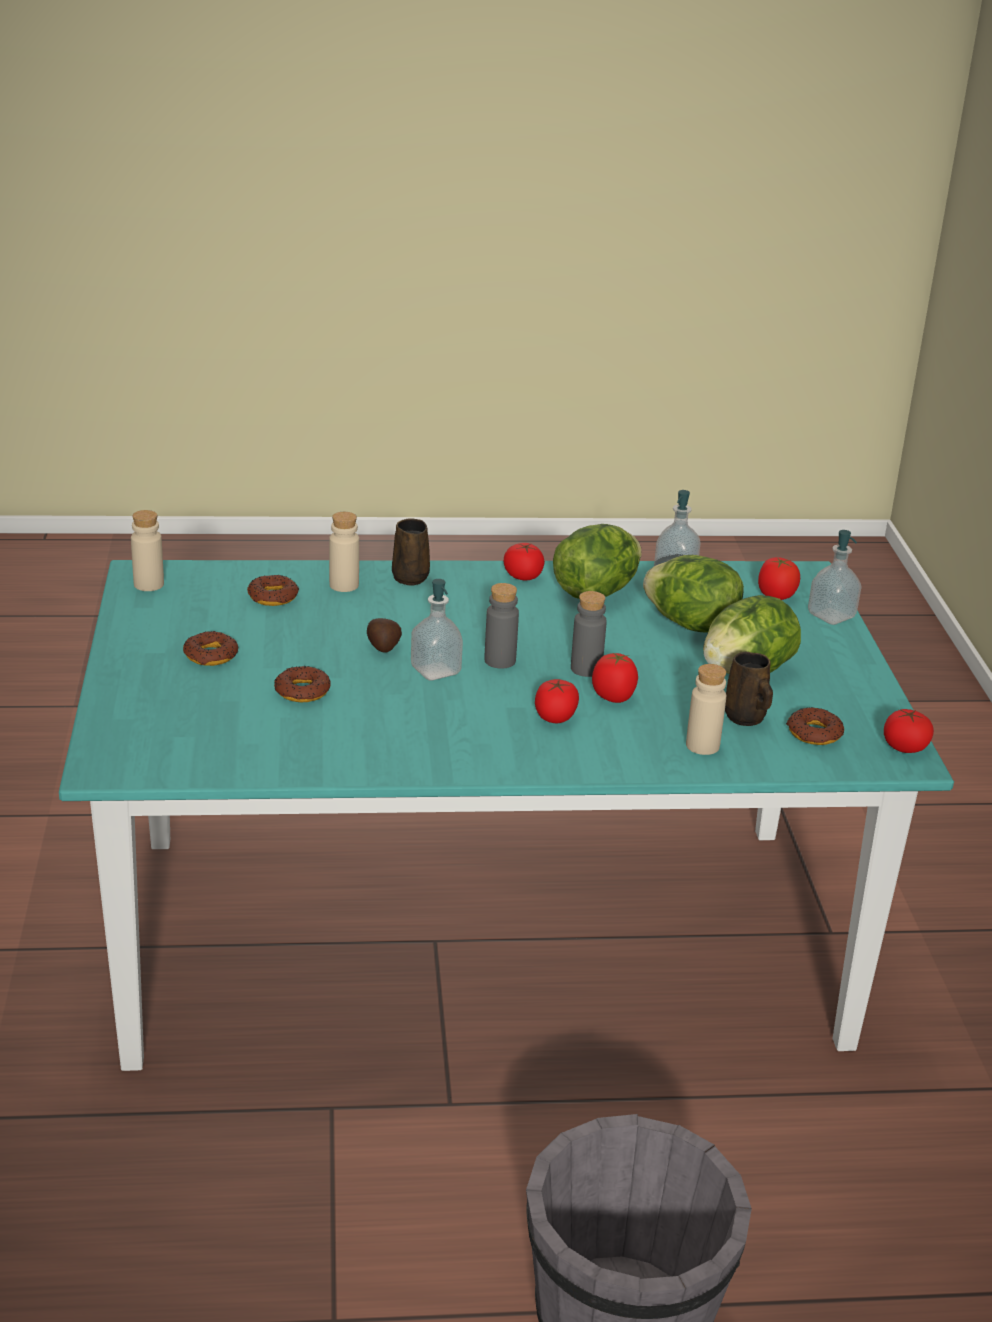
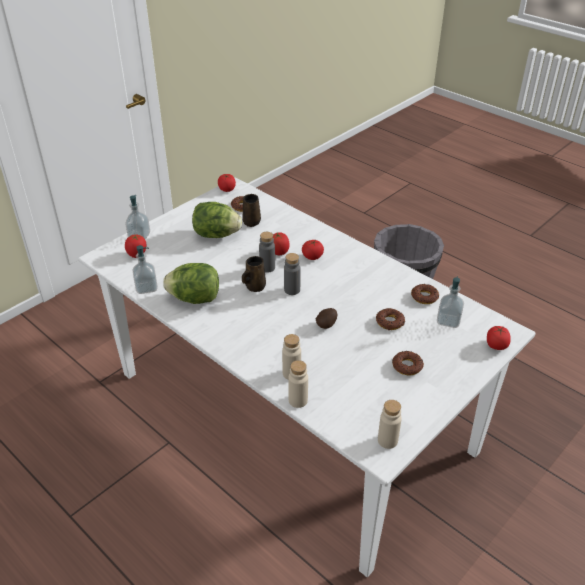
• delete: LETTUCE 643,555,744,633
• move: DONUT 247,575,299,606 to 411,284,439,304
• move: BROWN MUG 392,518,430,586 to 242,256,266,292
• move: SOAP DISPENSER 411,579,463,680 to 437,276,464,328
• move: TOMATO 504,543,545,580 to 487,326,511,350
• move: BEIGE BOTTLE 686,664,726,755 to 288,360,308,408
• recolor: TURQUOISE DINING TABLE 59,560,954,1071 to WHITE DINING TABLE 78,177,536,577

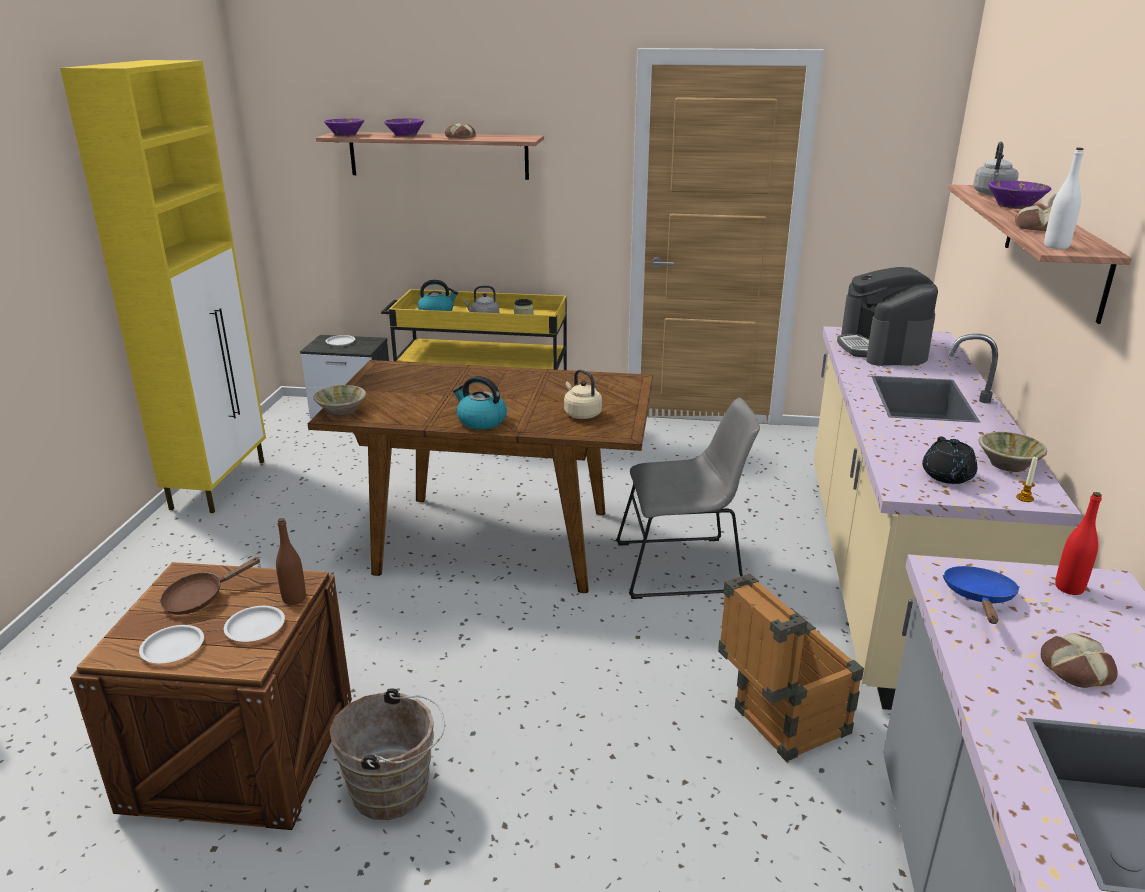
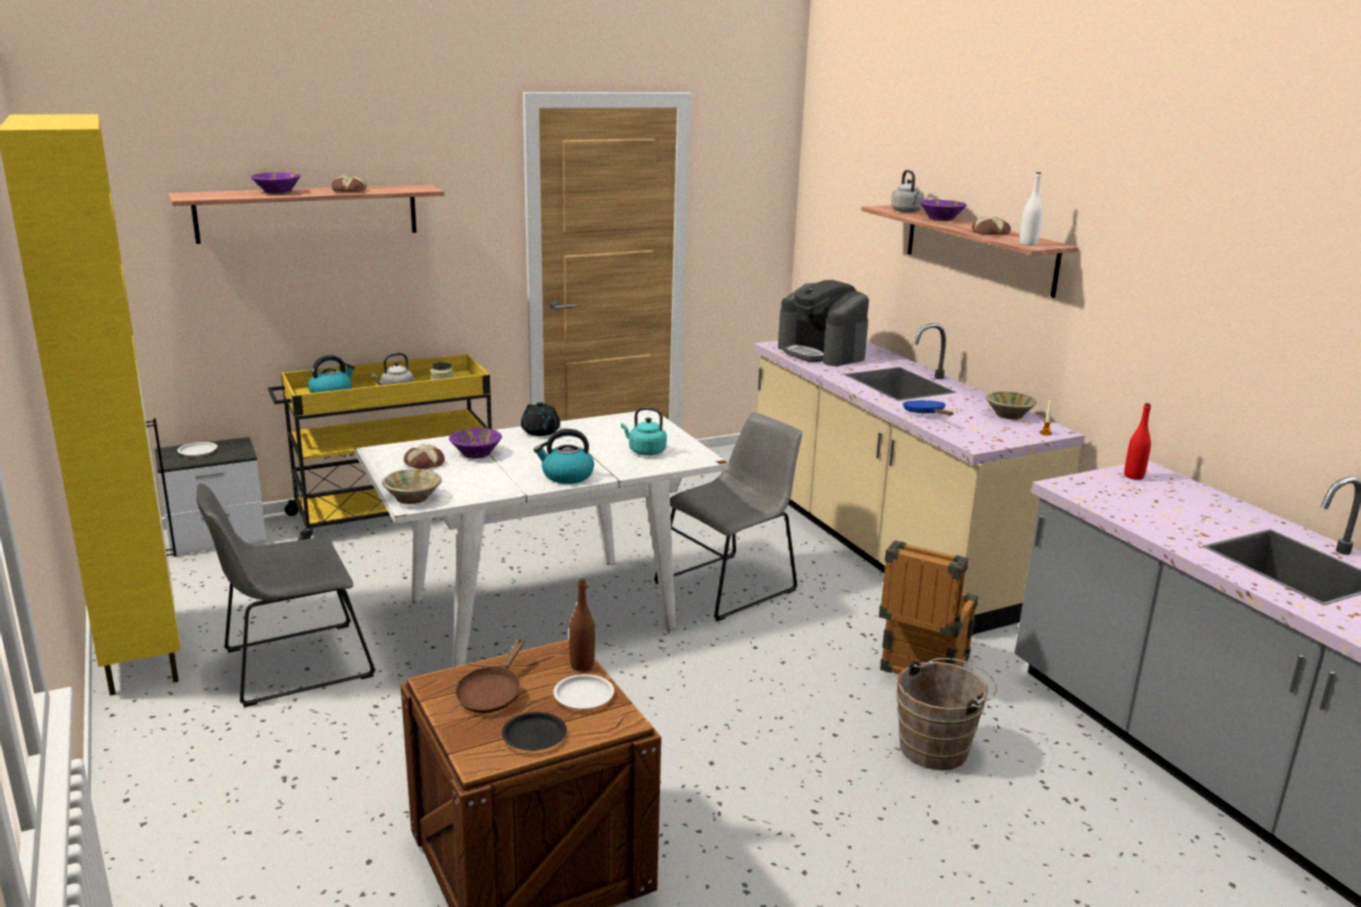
• insert: GREY CHAIR 197,483,376,707
• move: PURPLE BOWL 324,118,364,136 to 449,428,502,459
• move: BROWN BUCKET 329,688,445,820 to 896,658,997,770
• move: BLACK TEAPOT 922,436,977,484 to 521,402,560,436
• move: BLUE FRYING PAN 943,566,1020,624 to 903,400,953,415
• move: BREAD 1041,633,1118,688 to 404,444,445,469
• recolor: WHITE PLATE 139,625,204,663 to BLACK PLATE 502,712,567,751
• recolor: BROWN DINING TABLE 308,360,653,593 to WHITE DINING TABLE 355,410,730,667
• recolor: BEIGE KETTLE 564,369,602,419 to TURQUOISE KETTLE 621,407,667,455

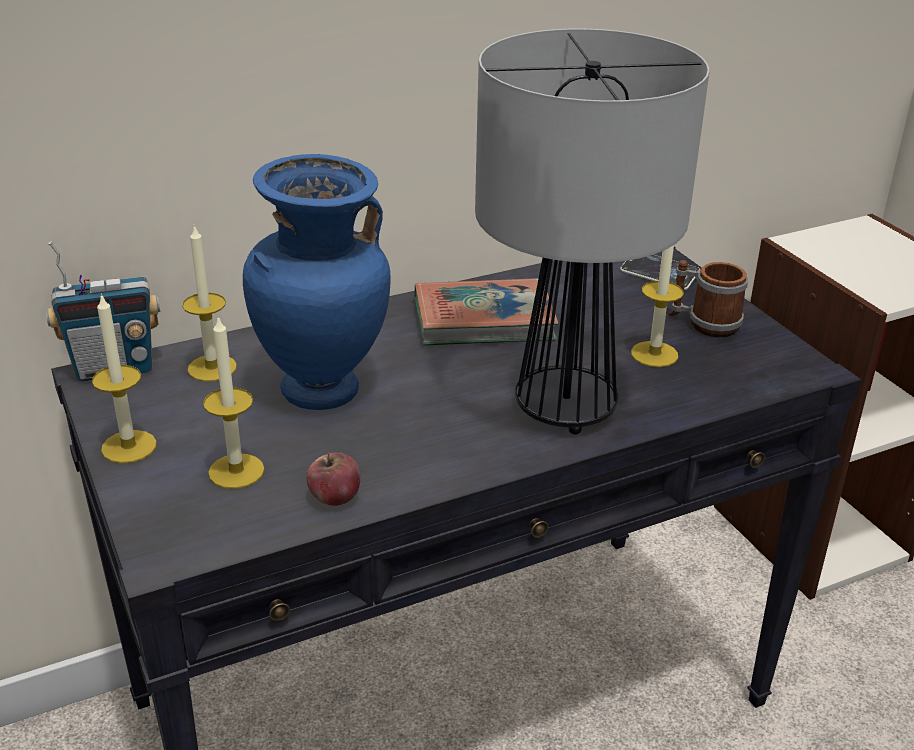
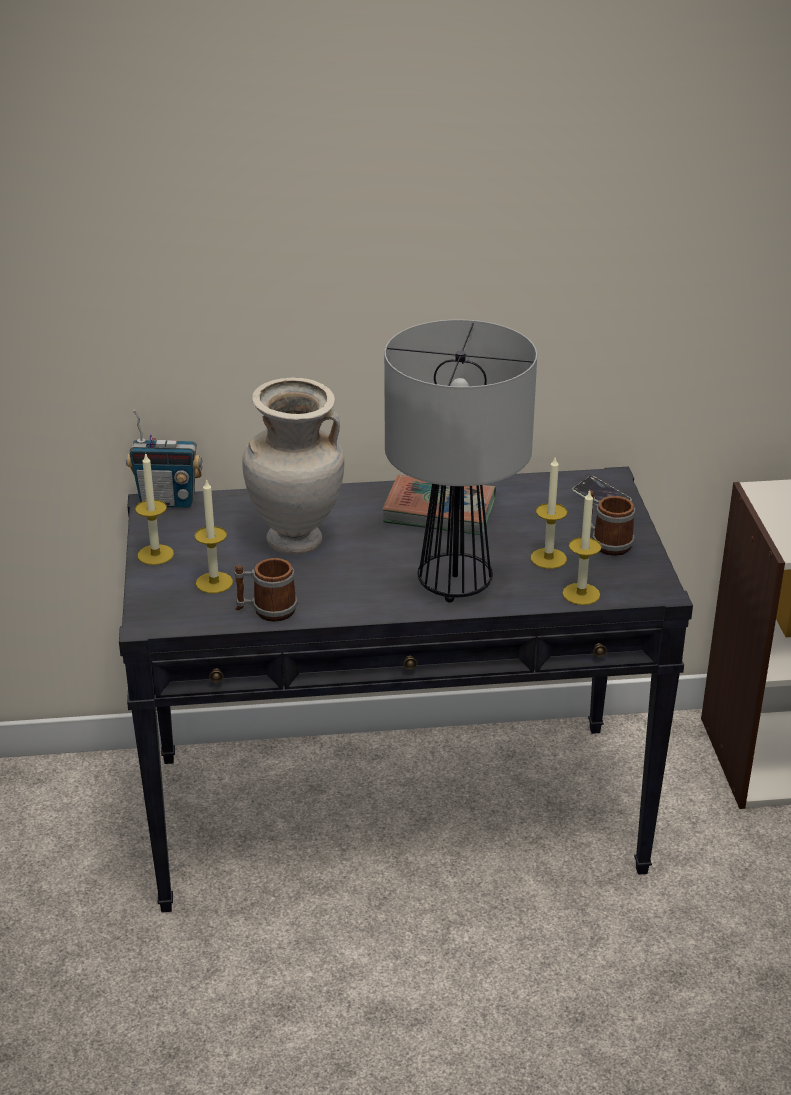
• move: CANDLE 182,225,237,382 to 562,489,602,605
• replace: APPLE 306,452,360,506 to MUG 234,558,297,622
• recolor: BLUE VASE 243,154,391,410 to BEIGE VASE 242,378,344,555

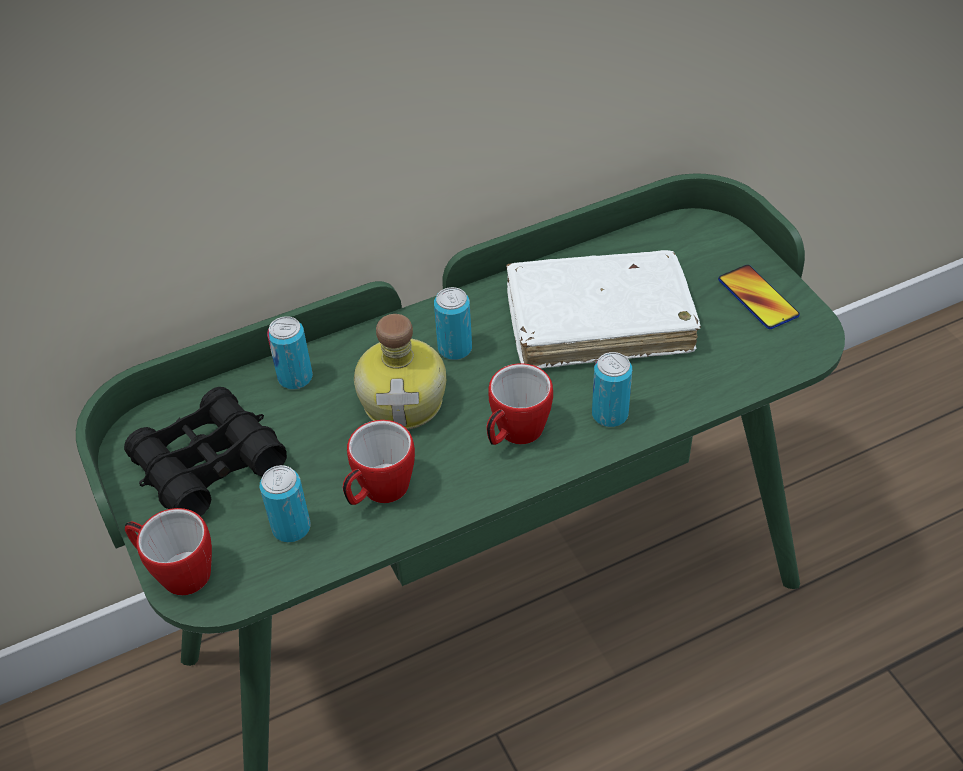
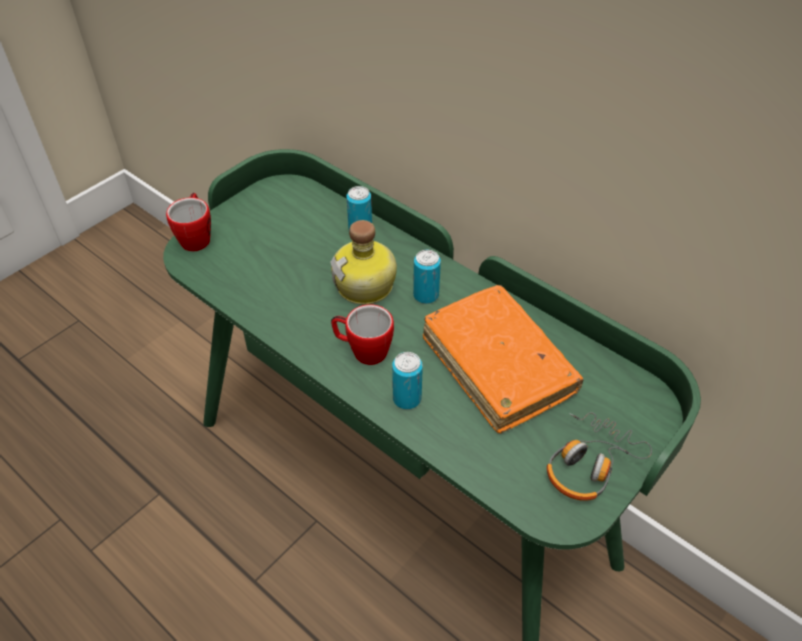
• delete: BLACK BINOCULARS 124,387,287,516
• delete: CAN 260,465,310,542
• delete: MUG 342,420,415,505
• replace: PHONE 718,265,800,329 to HEADPHONES 547,412,652,501
• recolor: WHITE BOOK 506,250,701,369 to ORANGE BOOK 423,285,584,433

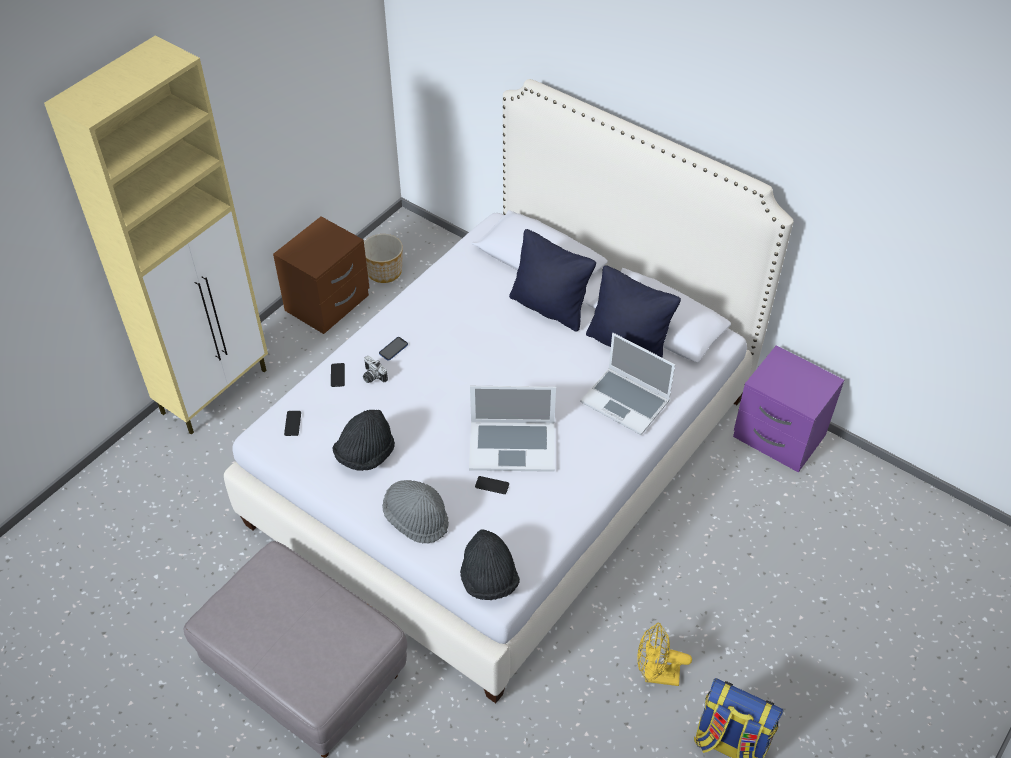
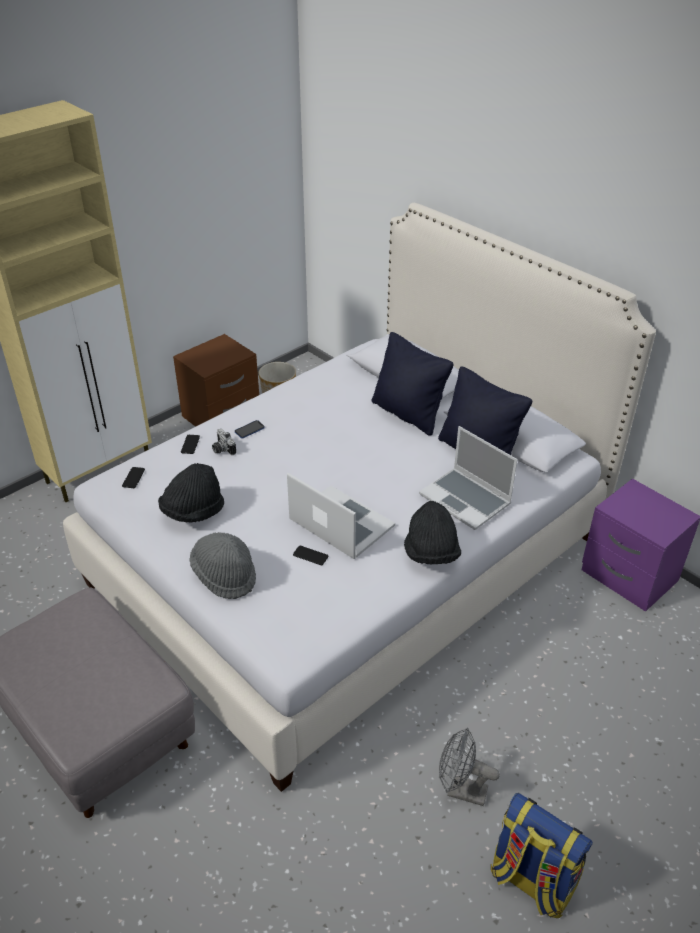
• move: BLACK HAT 460,529,520,600 to 404,501,461,564
• recolor: YELLOW FAN 637,623,692,686 to GREY FAN 439,728,500,806
• rotate: LAPTOP 469,386,556,472 = 287,473,395,559 150 degrees counterclockwise

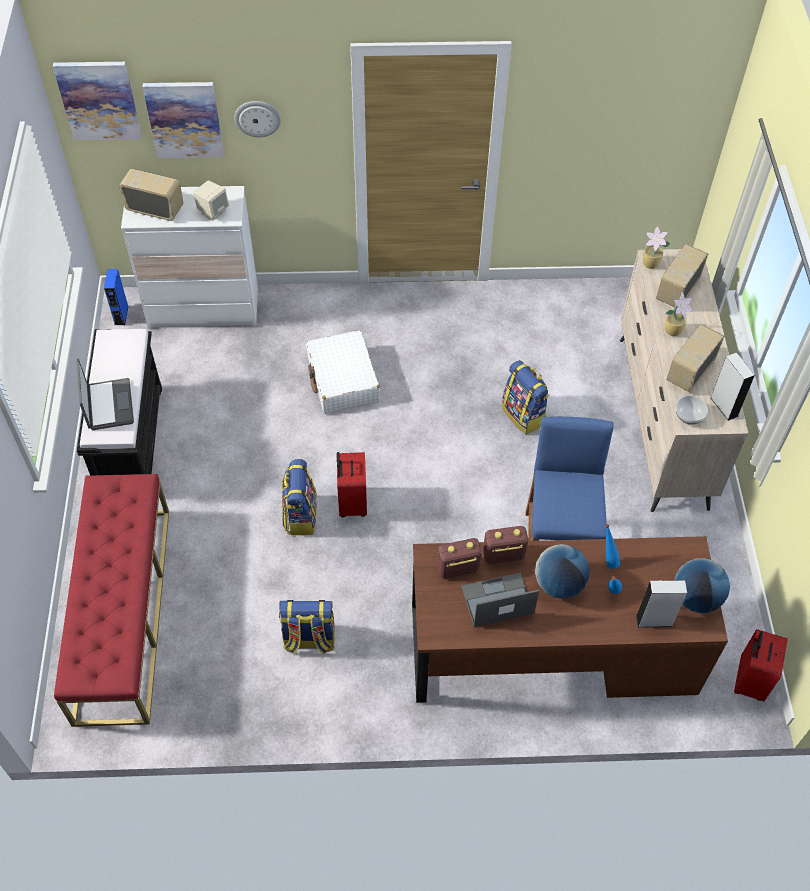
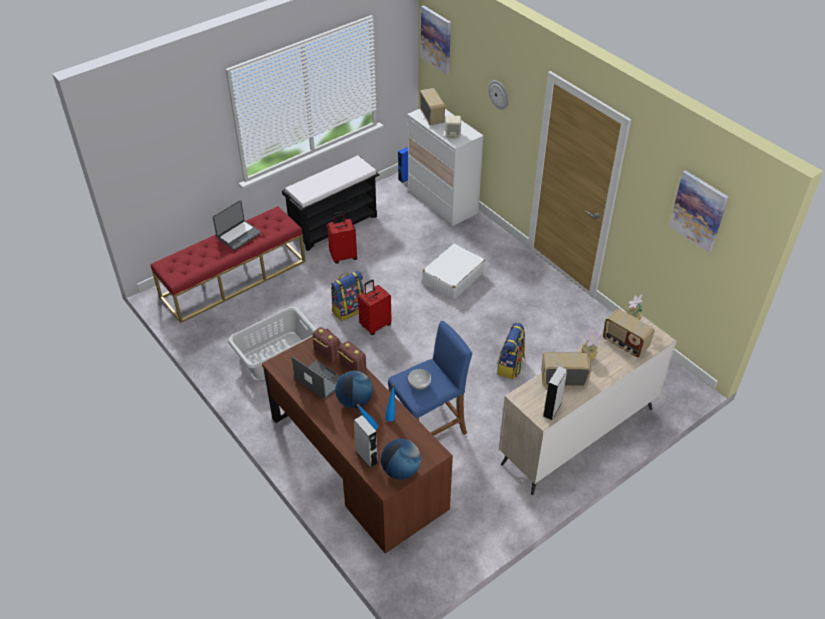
• move: LAPTOP 76,359,134,430 to 213,200,262,250
• move: PICTURE 142,82,224,158 to 669,170,728,253
• move: BOWL 676,396,708,425 to 408,369,431,390
• move: RED SUITCASE 734,629,788,701 to 327,211,357,264
• replace: BACKPACK 279,600,335,654 to GREY LAUNDRY BASKET 228,307,316,379
• rotate: RADIO 656,244,708,307 = 603,309,655,357 135 degrees counterclockwise

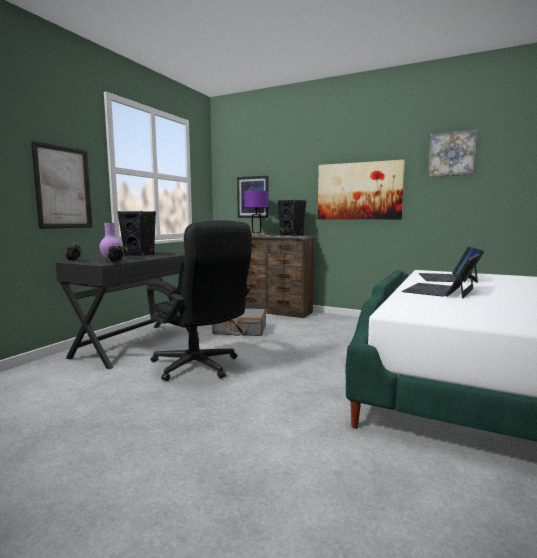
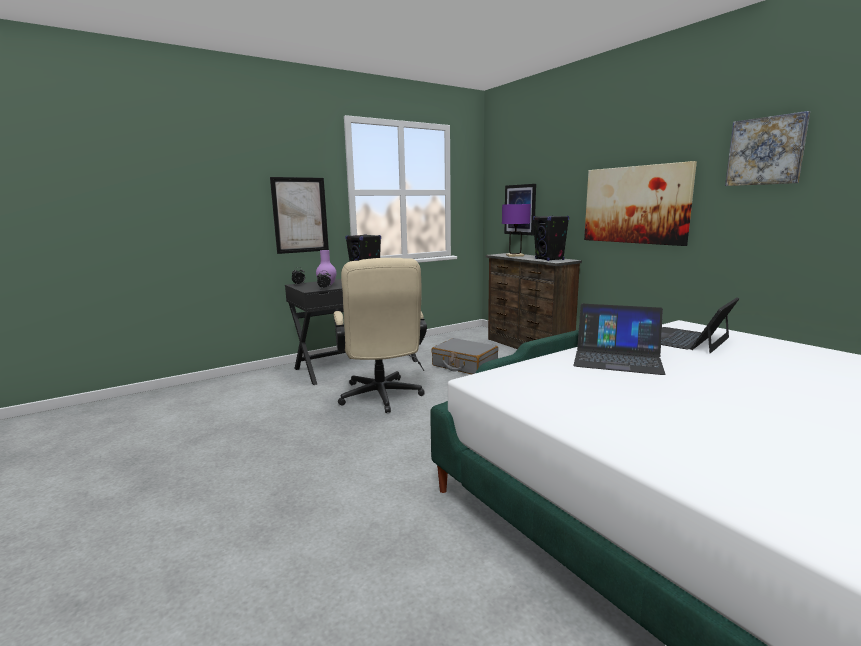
• recolor: BLACK OFFICE CHAIR 147,220,252,381 to BEIGE OFFICE CHAIR 334,258,427,413
• rotate: LAPTOP 402,253,481,299 = 573,304,665,375 135 degrees counterclockwise

